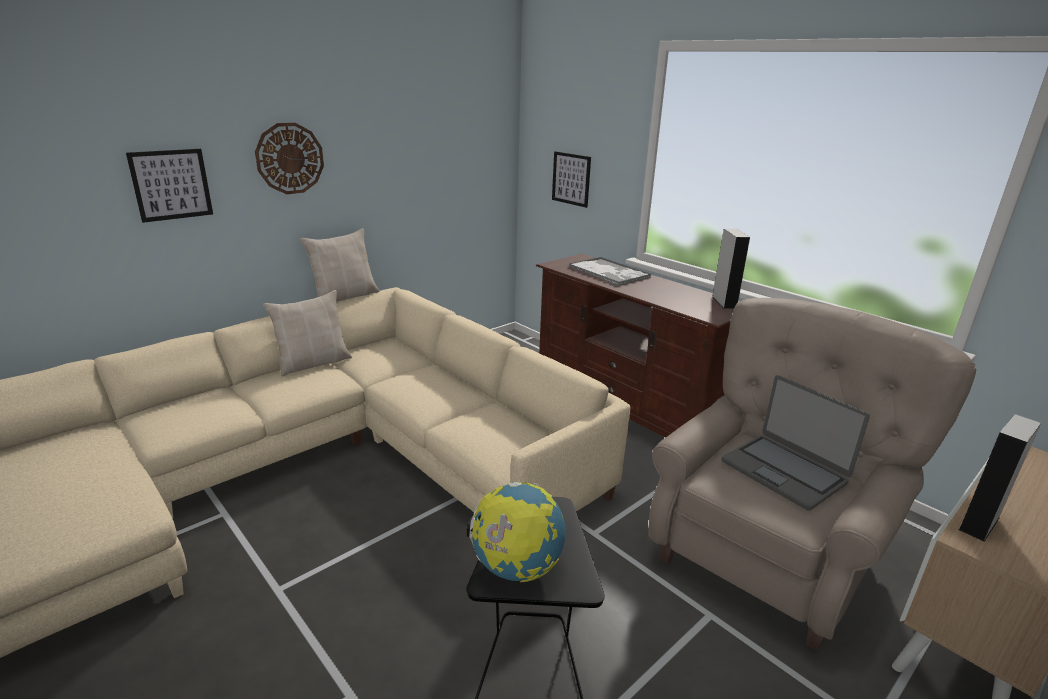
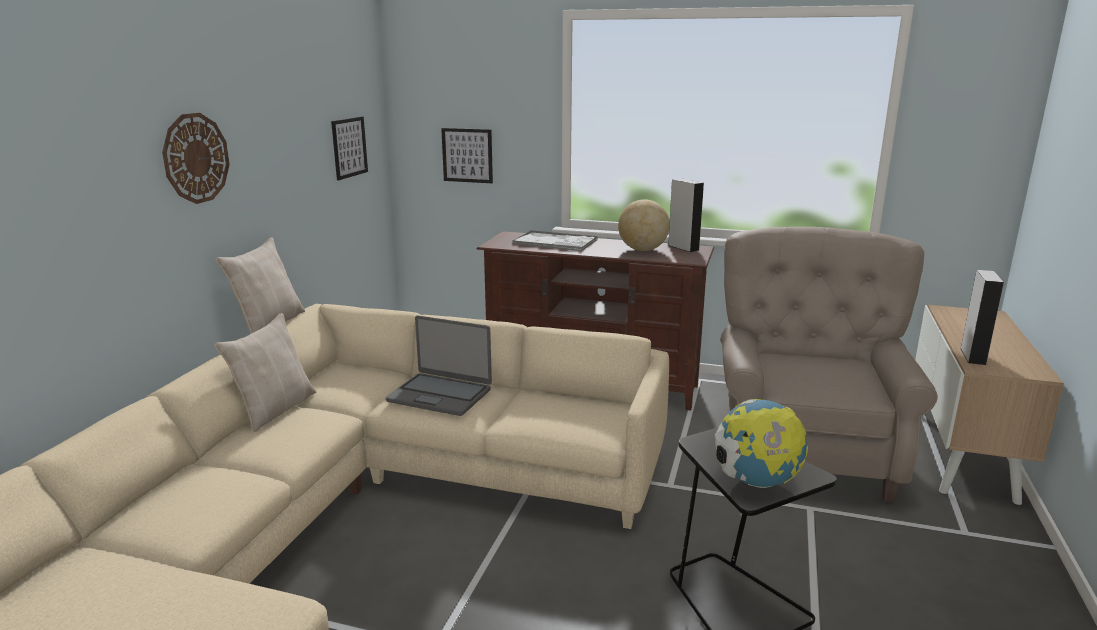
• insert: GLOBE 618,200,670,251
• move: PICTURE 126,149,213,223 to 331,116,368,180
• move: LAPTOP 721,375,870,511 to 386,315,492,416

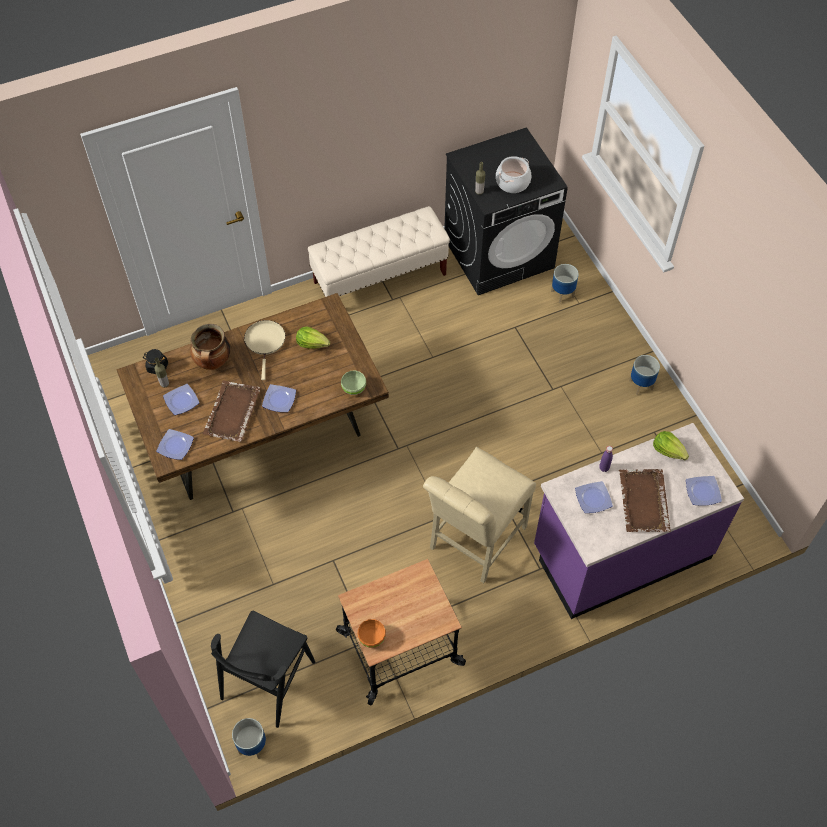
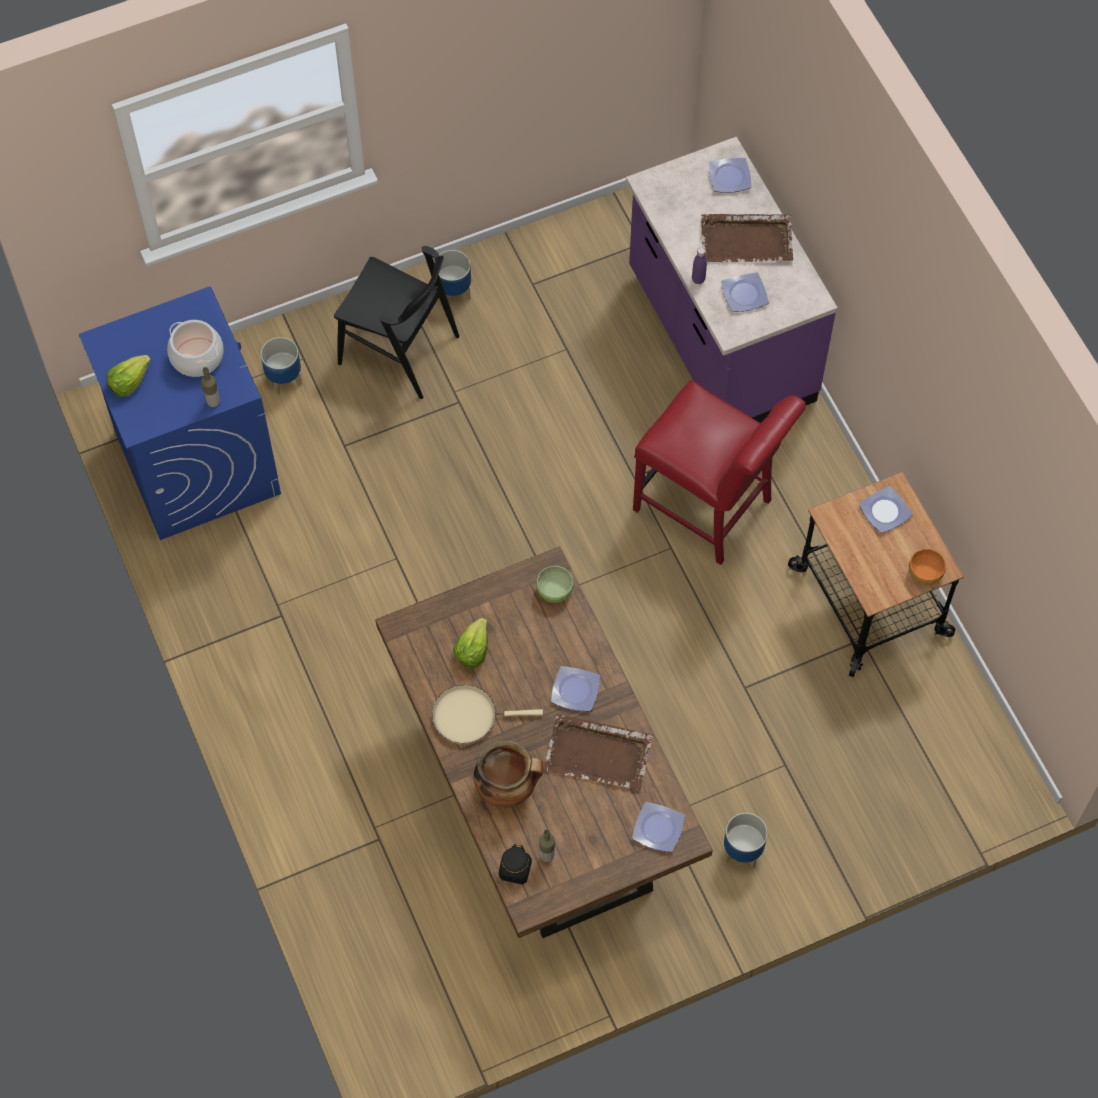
• delete: BEIGE BENCH 308,206,450,297
• move: PLATE 163,384,199,415 to 859,486,913,533
• move: BLACK CHAIR 211,611,315,728 to 334,246,460,399
• move: PLANTER 232,718,266,759 to 724,813,767,869
• move: LETTUCE 653,431,689,460 to 106,355,151,397
• recolor: BEIGE CHAIR 423,447,536,583 to RED CHAIR 633,379,806,565
• recolor: BLACK WASHING MACHINE 444,127,568,295 to BLUE WASHING MACHINE 79,287,281,540

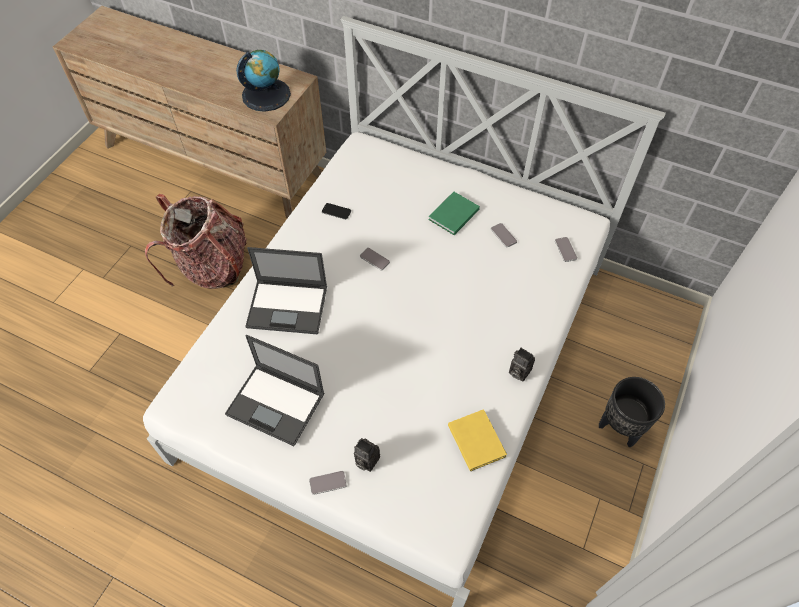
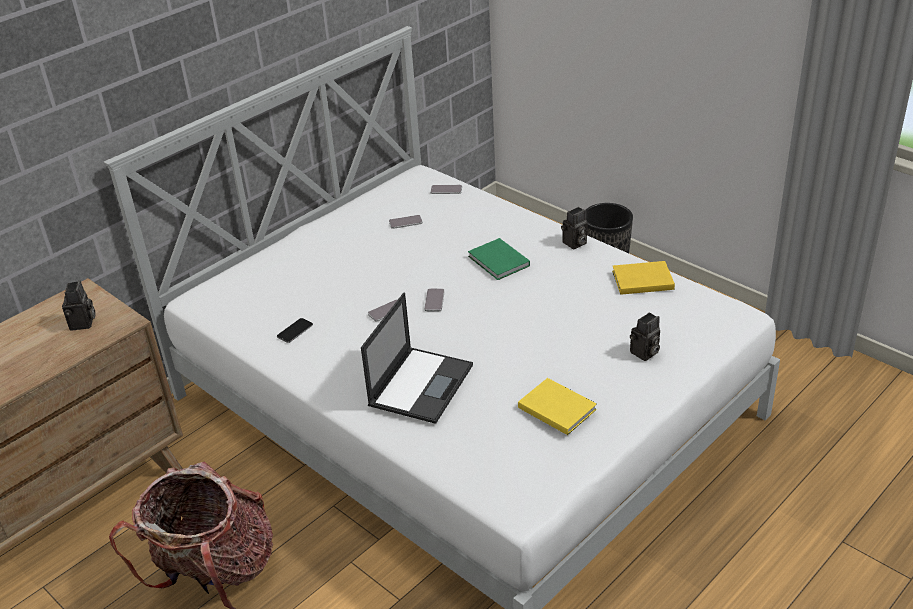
• move: PHONE 309,471,347,495 to 424,288,445,311
• move: GREEN BOOK 428,192,480,235 to 468,238,530,280
• replace: LAPTOP 225,335,325,446 to YELLOW BOOK 518,378,597,435
• replace: GLOBE 236,50,291,112 to PHOTO CAMERA 62,280,96,331

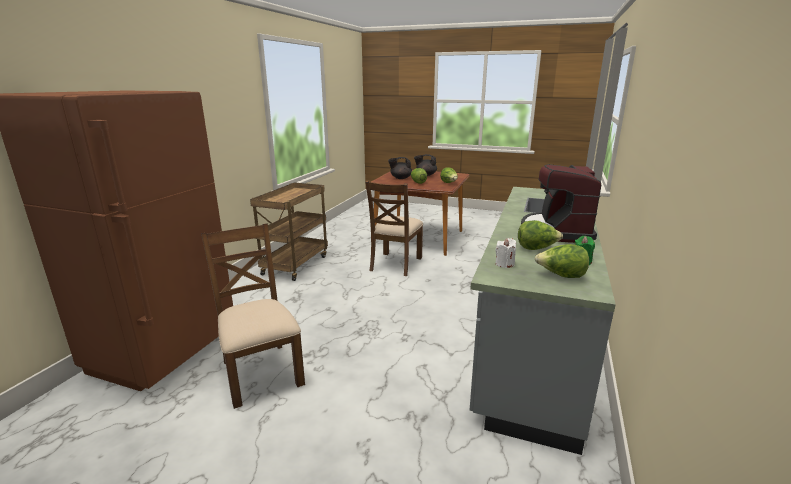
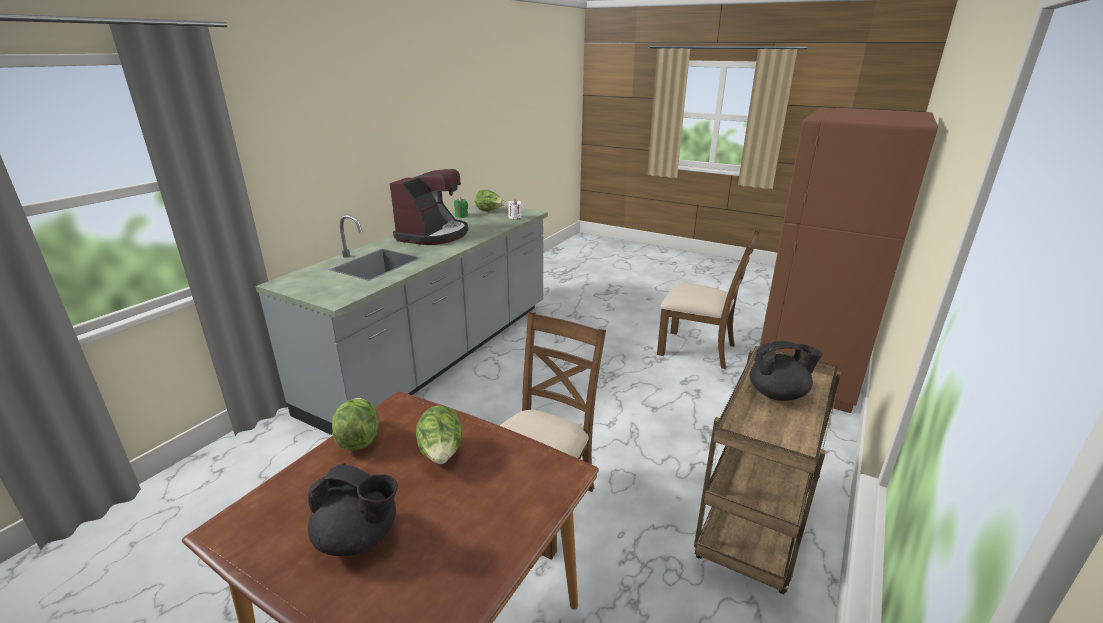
• delete: LETTUCE 518,220,563,250
• move: BLACK TEAPOT 388,157,412,179 to 749,341,823,401
• rotate: BROWN CHAIR 201,223,305,409 = 657,230,760,369 45 degrees counterclockwise

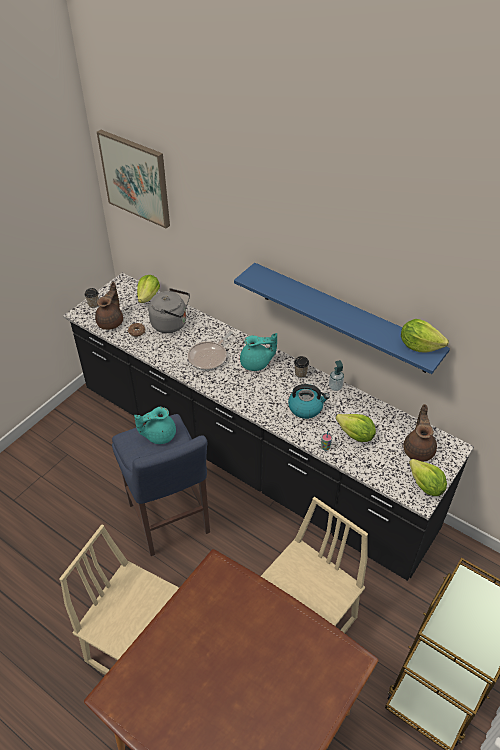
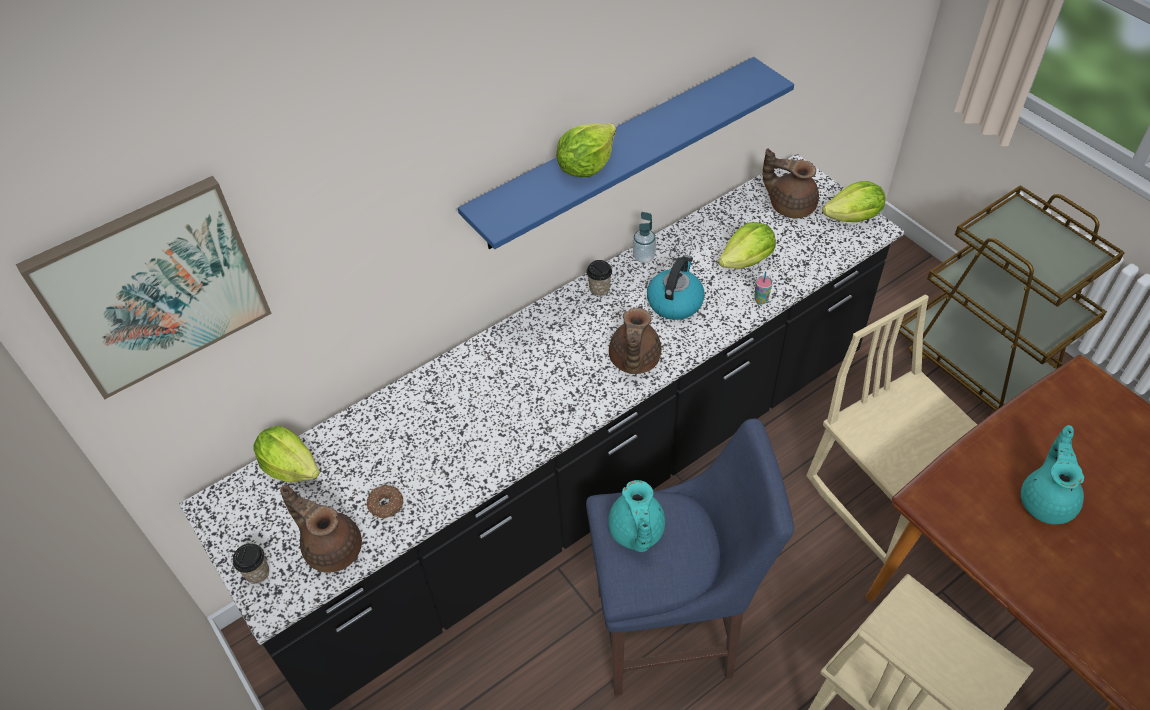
• delete: GREY KETTLE 148,288,190,333
• delete: FRYING PAN 188,331,233,370
• insert: BROWN TEAPOT 609,308,662,374
• move: TURQUOISE TEAPOT 240,333,277,371 to 1021,425,1084,524
• move: LETTUCE 401,319,449,353 to 556,123,616,177

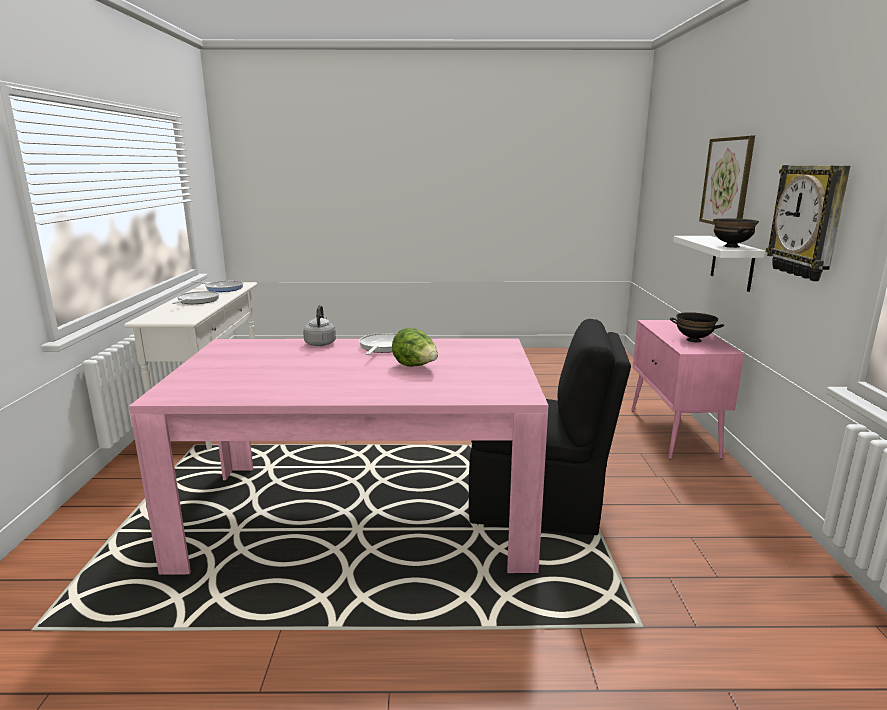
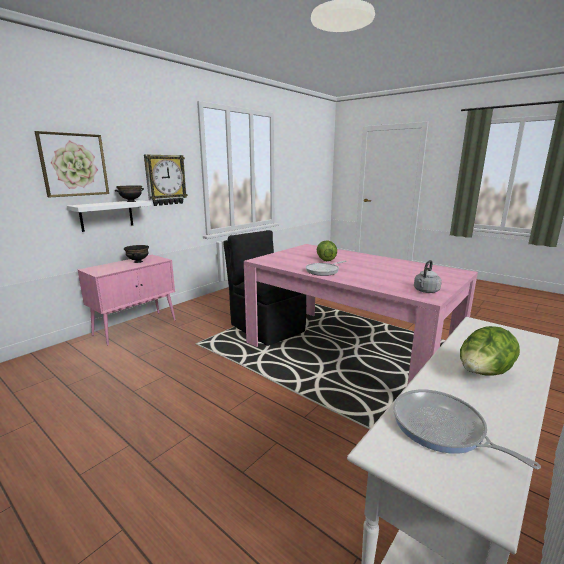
• move: GREY KETTLE 303,305,336,346 to 414,260,442,293
• replace: FRYING PAN 172,291,219,304 to LETTUCE 460,326,520,375

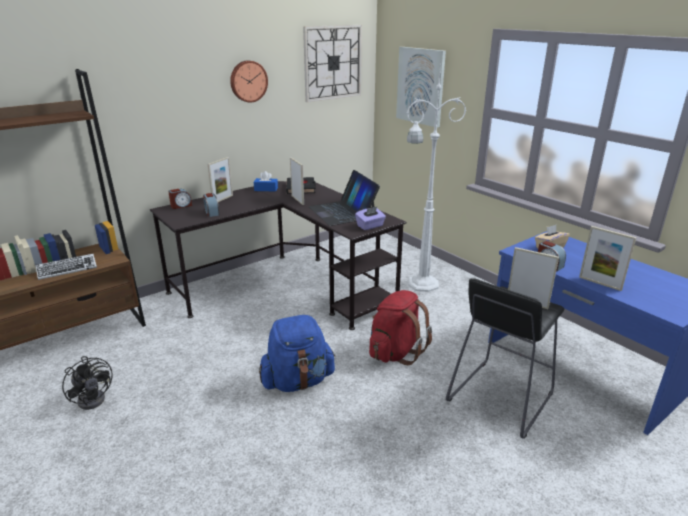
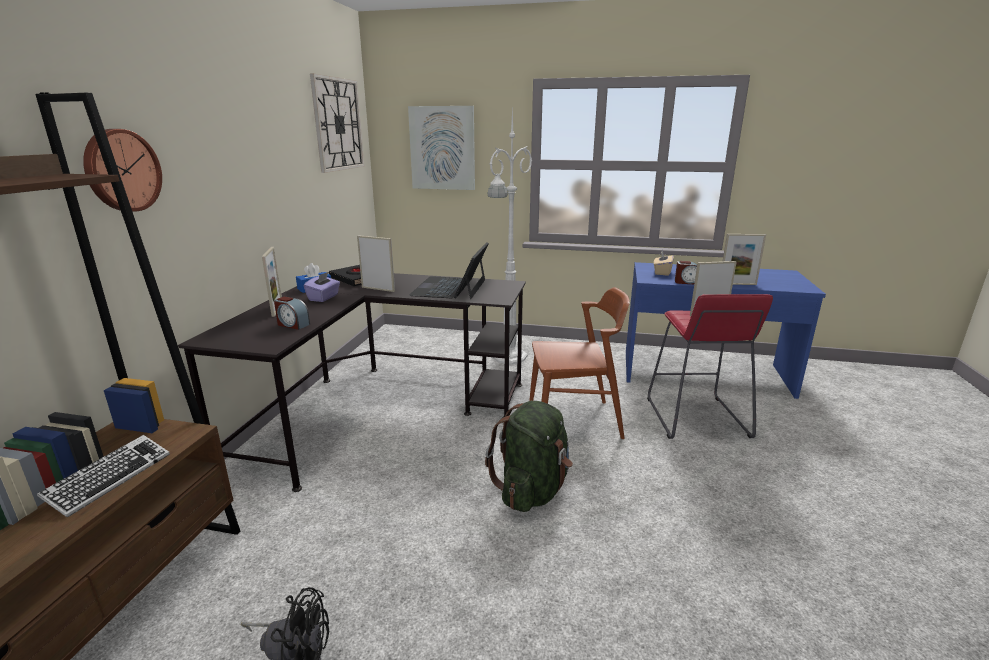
• delete: ALARM CLOCK 168,189,192,209
• move: WALL CLOCK 230,60,268,103 to 83,129,162,212
• move: PURPLE TISSUE BOX 355,206,386,230 to 304,272,340,302
• replace: RED BACKPACK 369,290,432,365 to BROWN CHAIR 529,287,630,439
• recolor: BLUE BACKPACK 259,315,335,392 to GREEN BACKPACK 485,401,573,512
• recolor: BLACK STOOL 446,278,564,439 to RED STOOL 647,294,773,439
• rotate: LAPTOP 308,170,380,226 = 409,242,489,299 75 degrees clockwise

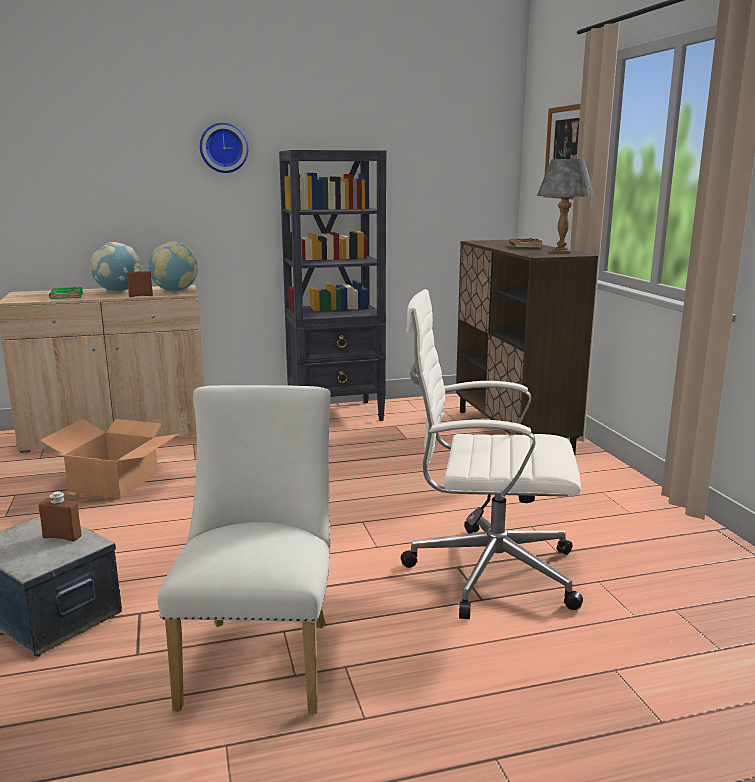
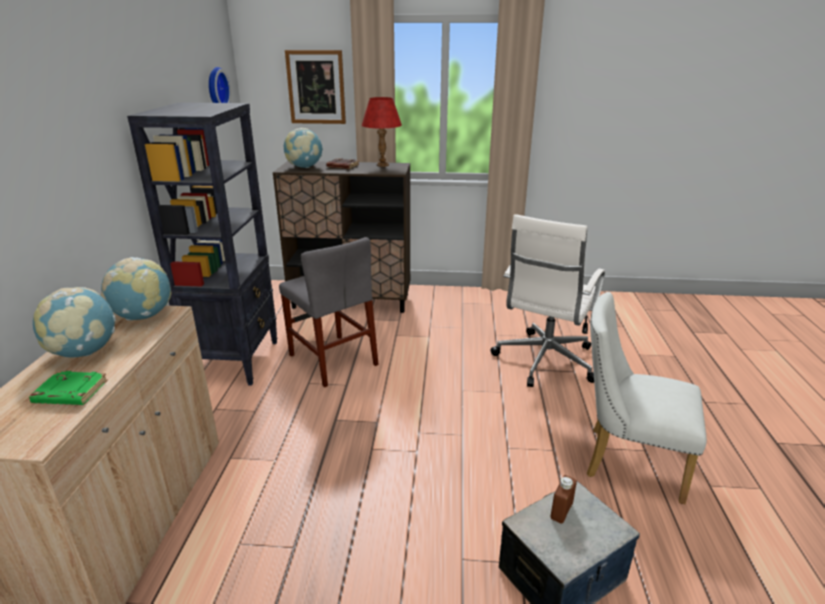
• delete: CARDBOARD BOX 39,419,178,499
• delete: BROWN BOTTLE 127,265,153,297
• insert: GREY CHAIR 279,237,379,387
• insert: GLOBE 284,128,323,168
• move: WALL CLOCK 200,123,248,173 to 209,67,231,103
• recolor: GREY TABLE LAMP 537,159,594,253 to RED TABLE LAMP 362,97,402,167

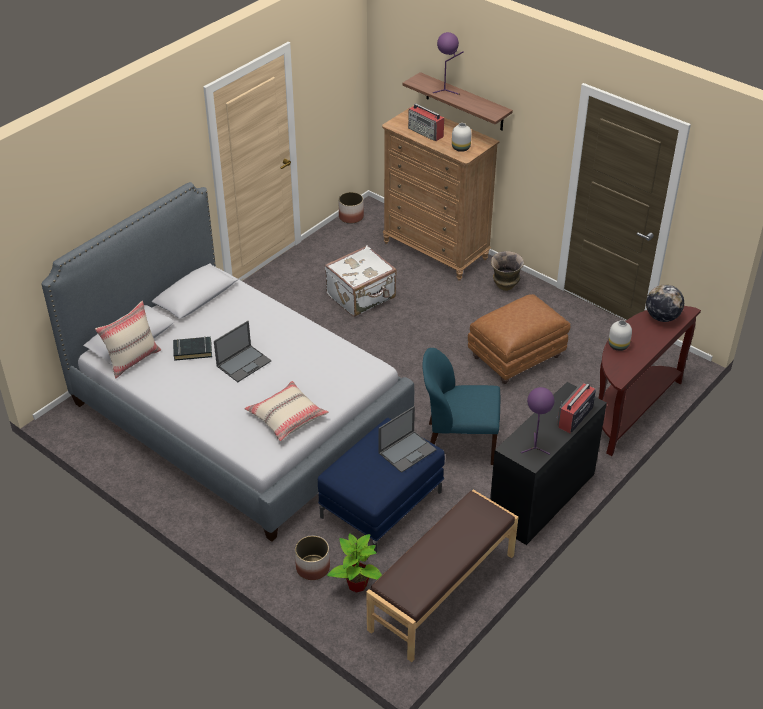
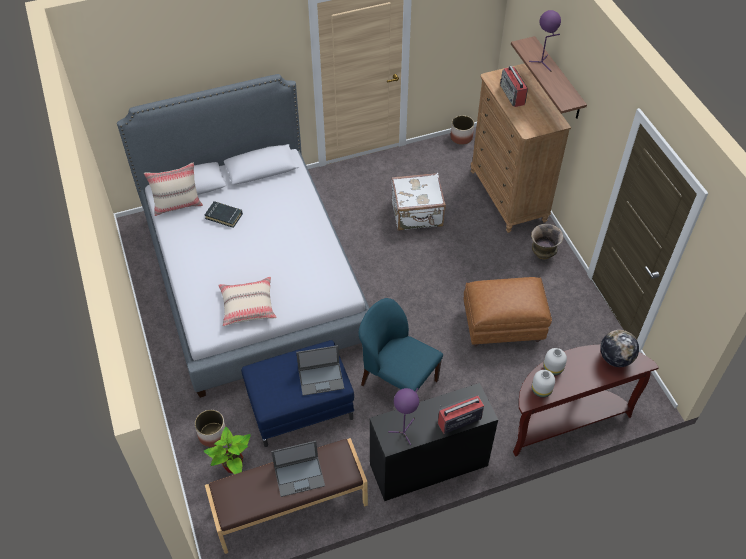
• move: LAPTOP 214,321,271,382 to 271,441,325,497
• move: WHITE VASE 452,123,472,152 to 532,370,555,398

